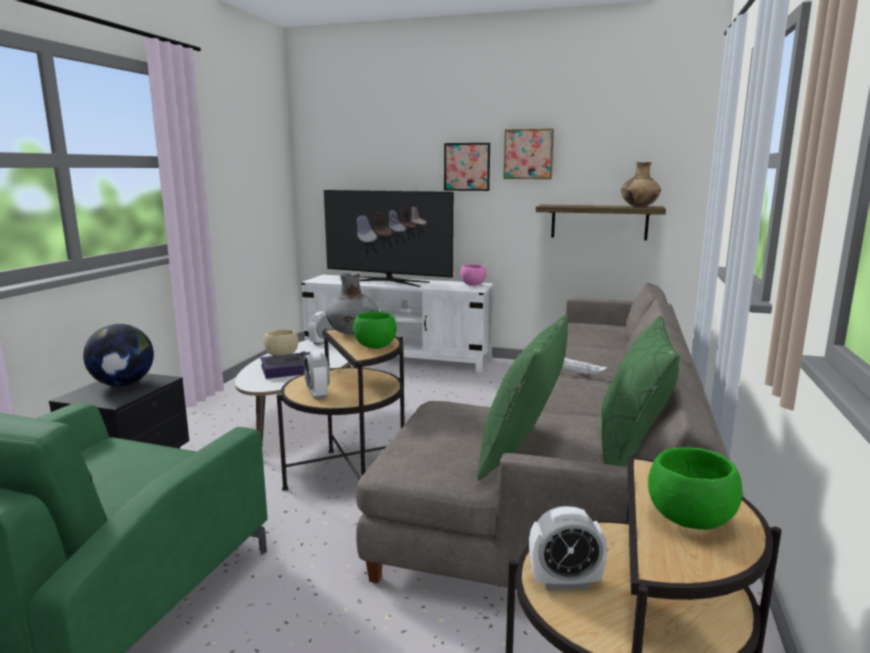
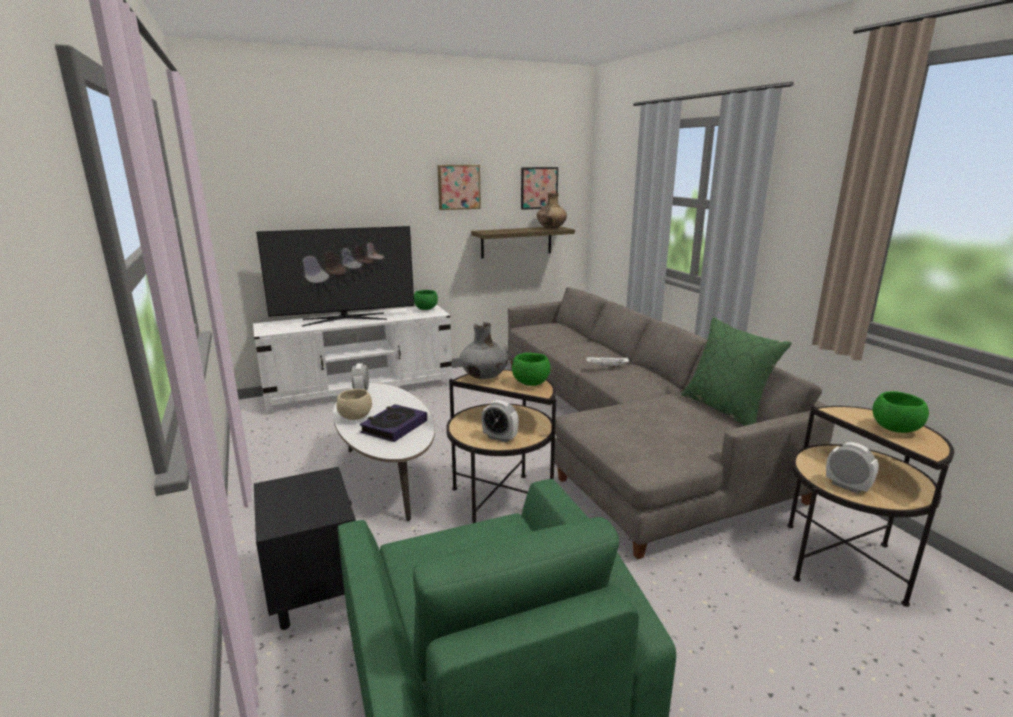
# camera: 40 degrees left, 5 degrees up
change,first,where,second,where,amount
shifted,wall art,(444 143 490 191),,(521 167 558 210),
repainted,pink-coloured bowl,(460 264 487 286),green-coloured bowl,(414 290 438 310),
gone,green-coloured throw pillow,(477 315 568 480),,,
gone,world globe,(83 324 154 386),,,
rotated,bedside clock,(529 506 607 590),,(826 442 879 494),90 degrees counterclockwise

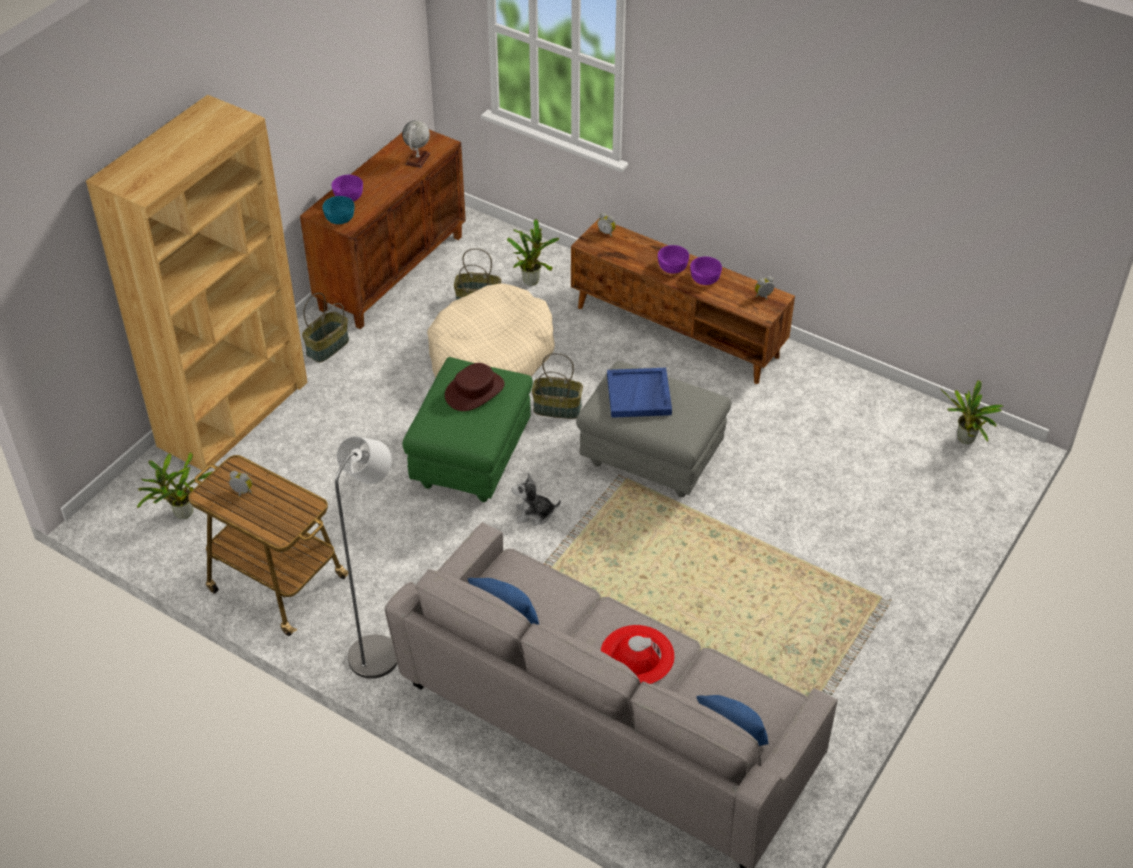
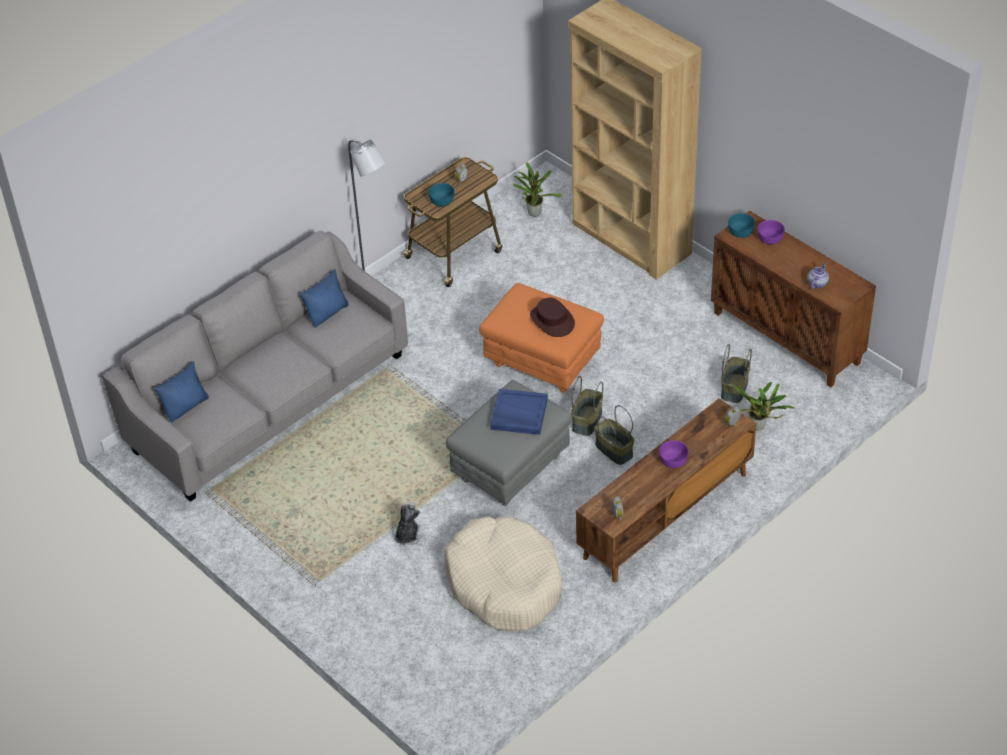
# camera: 105 degrees right, 0 degrees up
change,first,where,second,where,amount
swapped,world globe,(402 120 430 168),pot for tea,(808 262 829 289),
gone,purple-coloured bowl,(690 256 722 285),,,
shifted,beige-coloured dog cushion,(427 283 555 378),,(444 516 562 631),
shifted,storage basket,(302 293 349 362),,(594 405 634 465),
repainted,green-coloured pouffe,(403 357 533 502),orangey pouffe,(479 283 604 393),
gone,houseplant,(940 380 1004 444),,,
shifted,cuddly toy,(512 473 561 526),,(395 502 421 545),
gone,red clothing hat,(600 625 675 684),,,
new,,,blue-green bowl,(428 183 454 207),

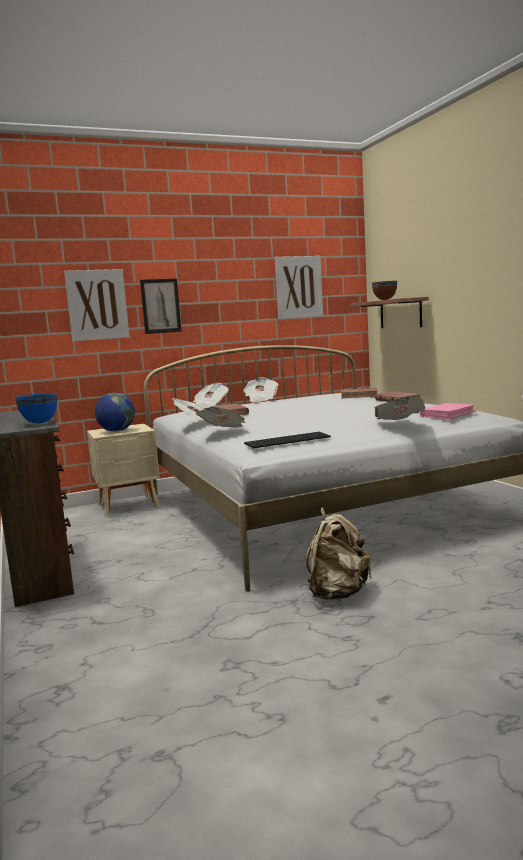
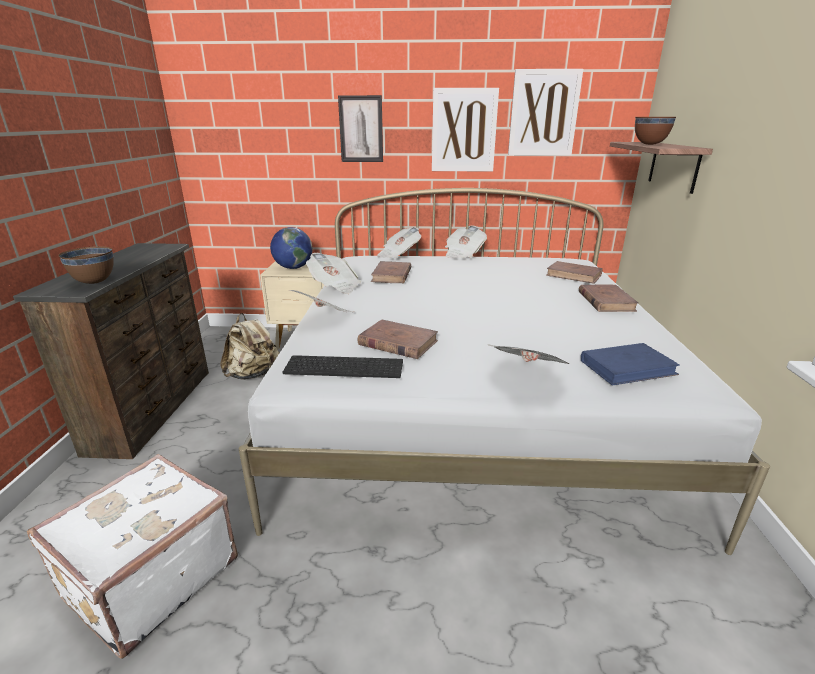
# camera: 25 degrees right, 15 degrees up
change,first,where,second,where,amount
shifted,wall art,(64 269 130 341),,(432 88 499 172),
repainted,blue-coloured bowl,(15 393 57 424),brown-coloured bowl,(58 246 114 284),
repainted,pink-coloured volume,(420 403 476 419),blue-coloured volume,(581 343 680 386),
shifted,beige-coloured backpack,(306 507 372 600),,(220 313 279 380),
new,,,brown-coloured volume,(358 320 438 359),
new,,,whitish travel case,(27 454 238 659),

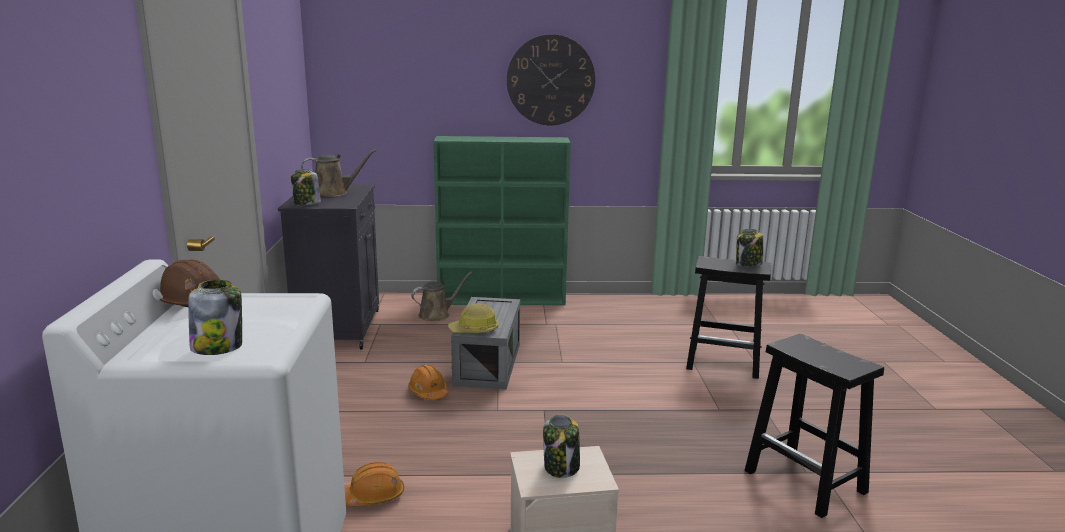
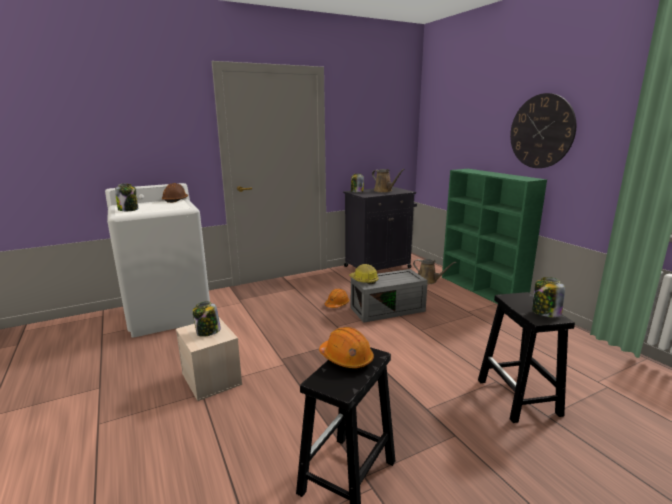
# camera: 65 degrees right, 0 degrees up
change,first,where,second,where,amount
shifted,orangey work helmet,(345 462 404 506),,(319 327 374 369),

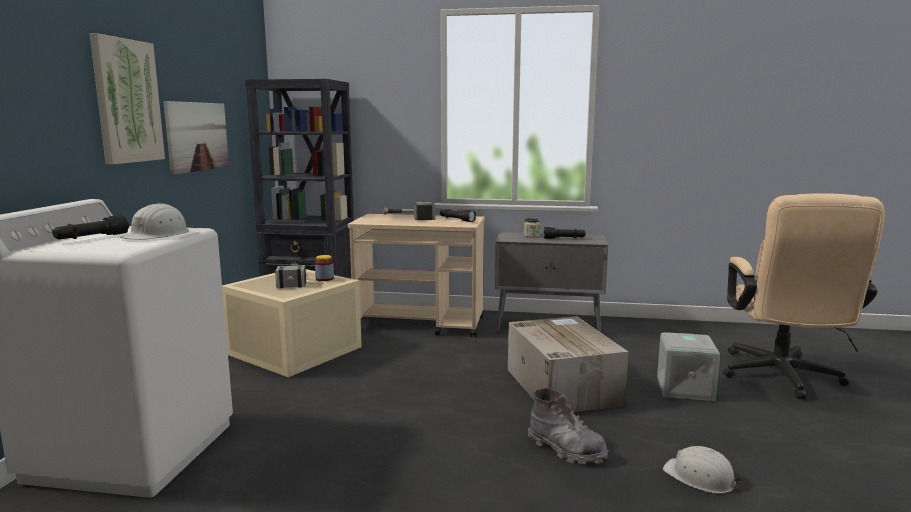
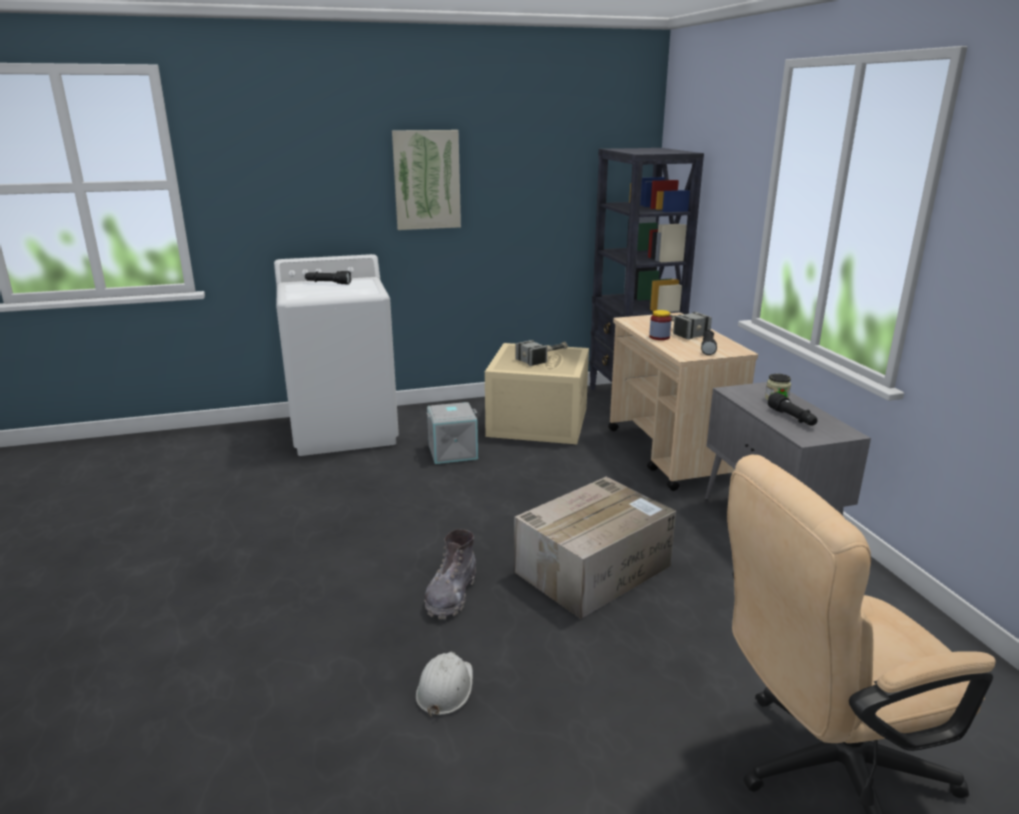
# camera: 65 degrees right, 10 degrees up
change,first,where,second,where,amount
gone,wall art,(163 101 229 175),,,
gone,whitish work helmet,(120 203 189 240),,,
shifted,storage jar,(315 255 334 281),,(649 310 672 340),
shifted,greyish storage container,(657 332 720 401),,(427 402 478 464),

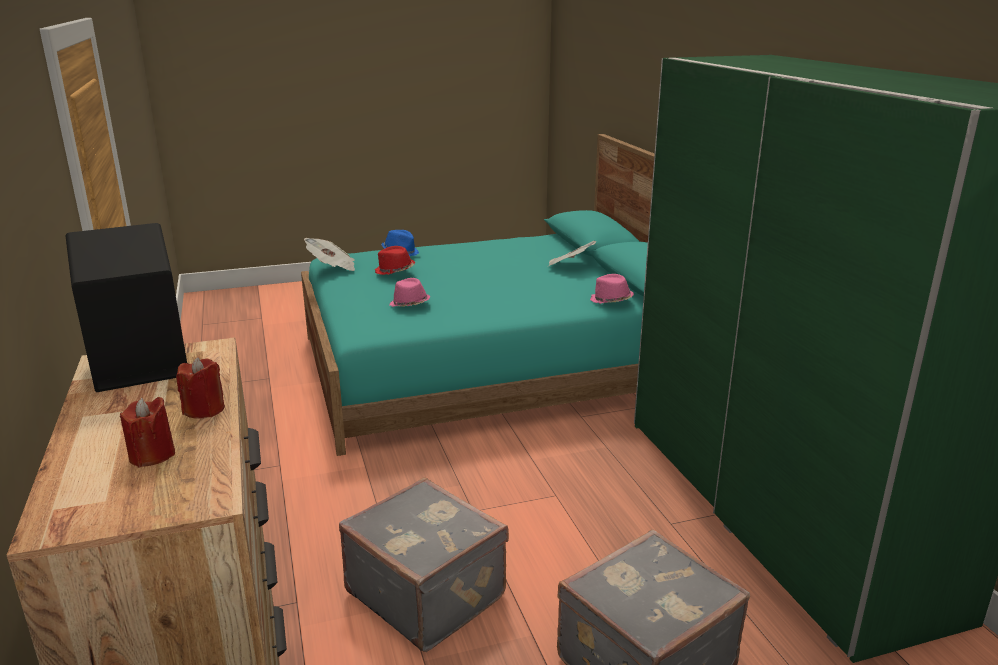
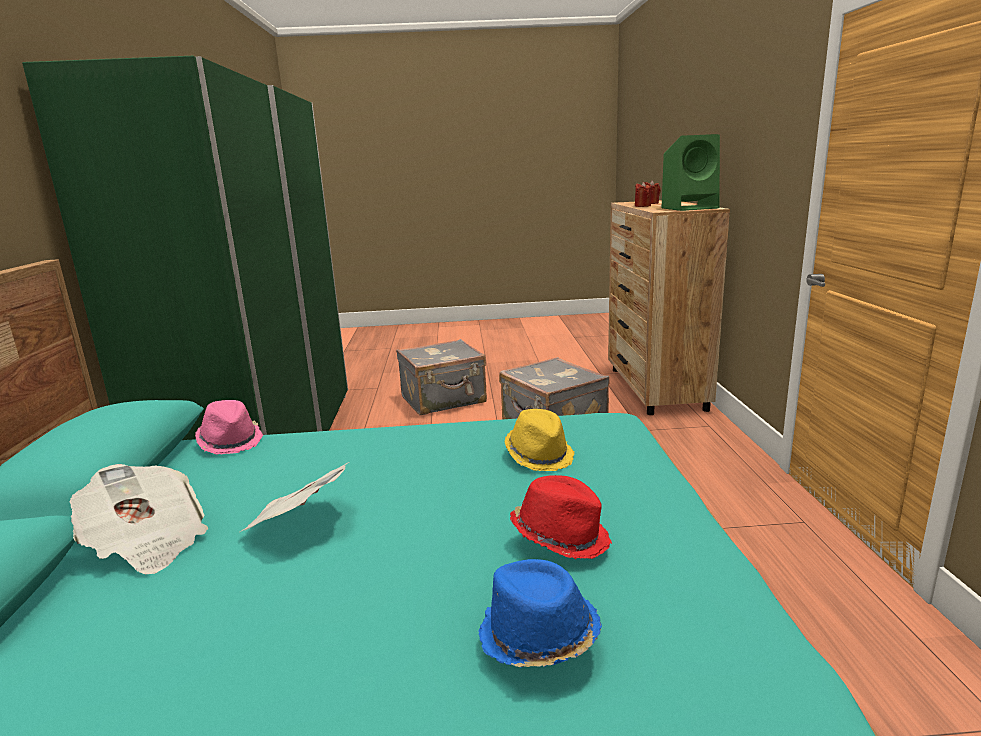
# camera: 165 degrees left, 5 degrees down
change,first,where,second,where,amount
repainted,black audio speaker,(66 223 187 392),green-coloured audio speaker,(662 134 720 211),
shifted,daily paper,(304 238 355 271),,(240 461 351 532),
repainted,pink-coloured clothing hat,(389 278 430 307),yellow-coloured clothing hat,(504 409 574 471),

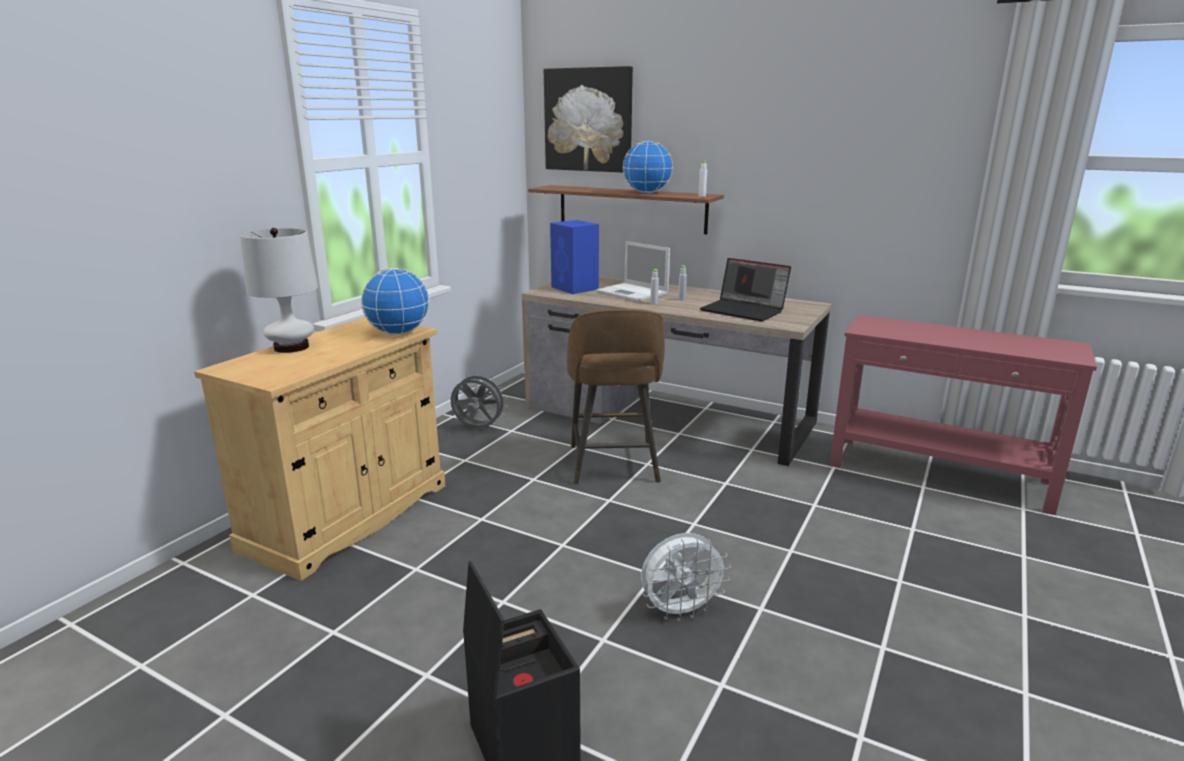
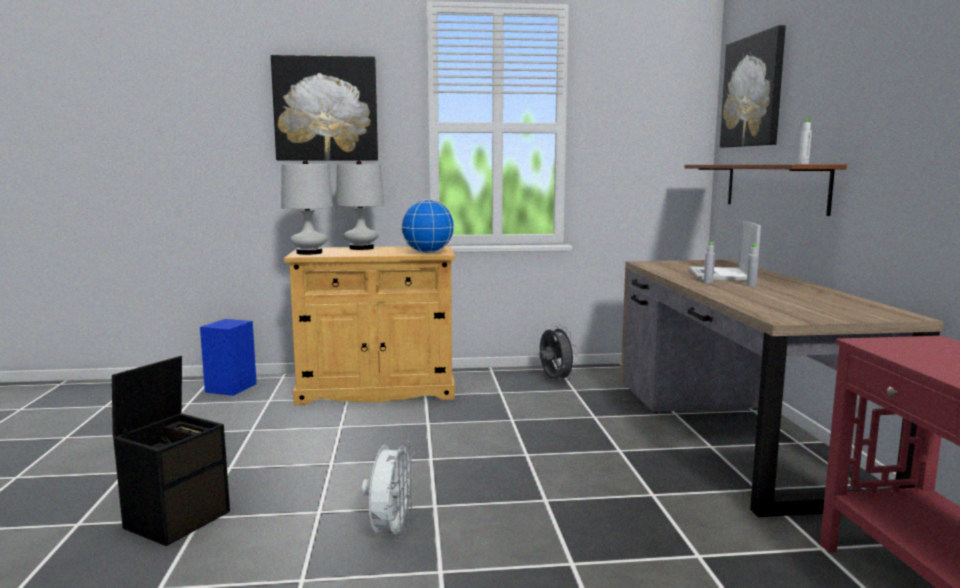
# camera: 55 degrees right, 10 degrees down
change,first,where,second,where,amount
gone,world globe,(623 141 673 193),,,
shifted,blue-coloured audio speaker,(550 220 599 294),,(200 319 257 396),
gone,notebook computer,(700 258 791 321),,,
gone,brown-coloured stool seat,(567 309 665 485),,,
rotated,whitish cooling fan,(641 533 731 621),,(361 440 416 541),120 degrees counterclockwise
new,,,wall art,(271 55 378 161),
new,,,whitish lamp for a table,(281 160 333 255),

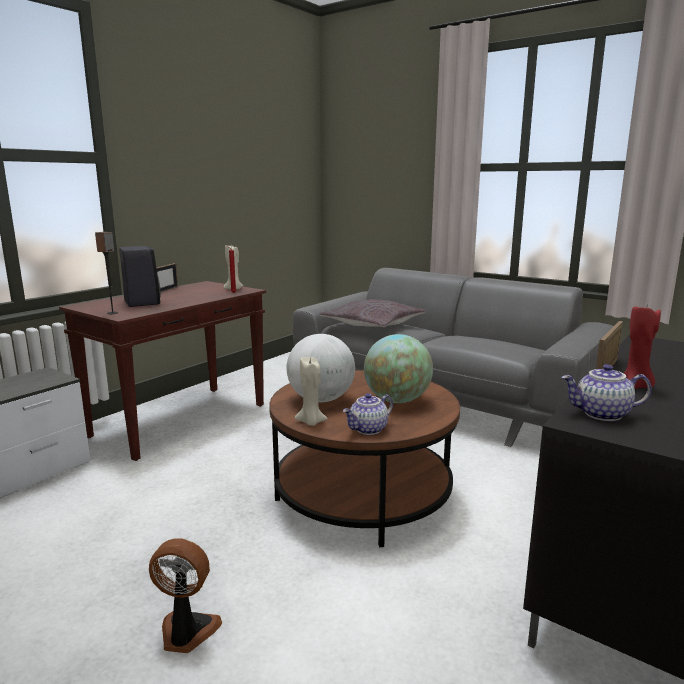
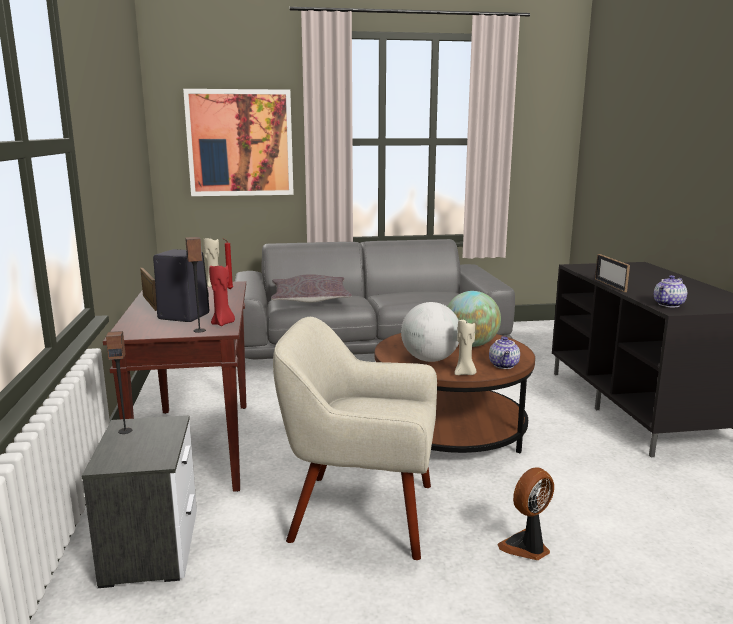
# camera: 45 degrees left, 0 degrees up
change,first,where,second,where,amount
shifted,red wax candle,(624 303 661 389),,(209 262 235 326),
new,,,wall art,(183 89 294 196),
new,,,beige-coloured lounge chair,(273 317 437 560),
new,,,audio speaker,(106 331 132 434),

